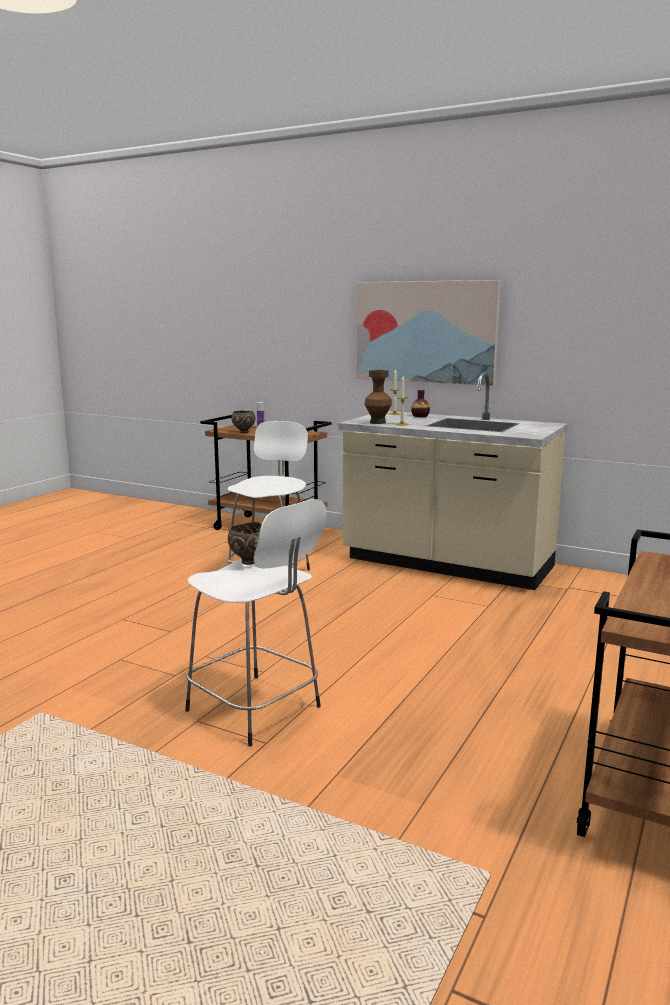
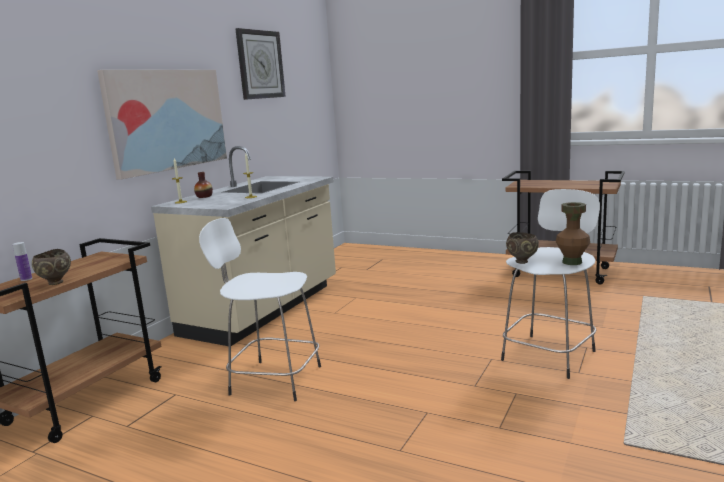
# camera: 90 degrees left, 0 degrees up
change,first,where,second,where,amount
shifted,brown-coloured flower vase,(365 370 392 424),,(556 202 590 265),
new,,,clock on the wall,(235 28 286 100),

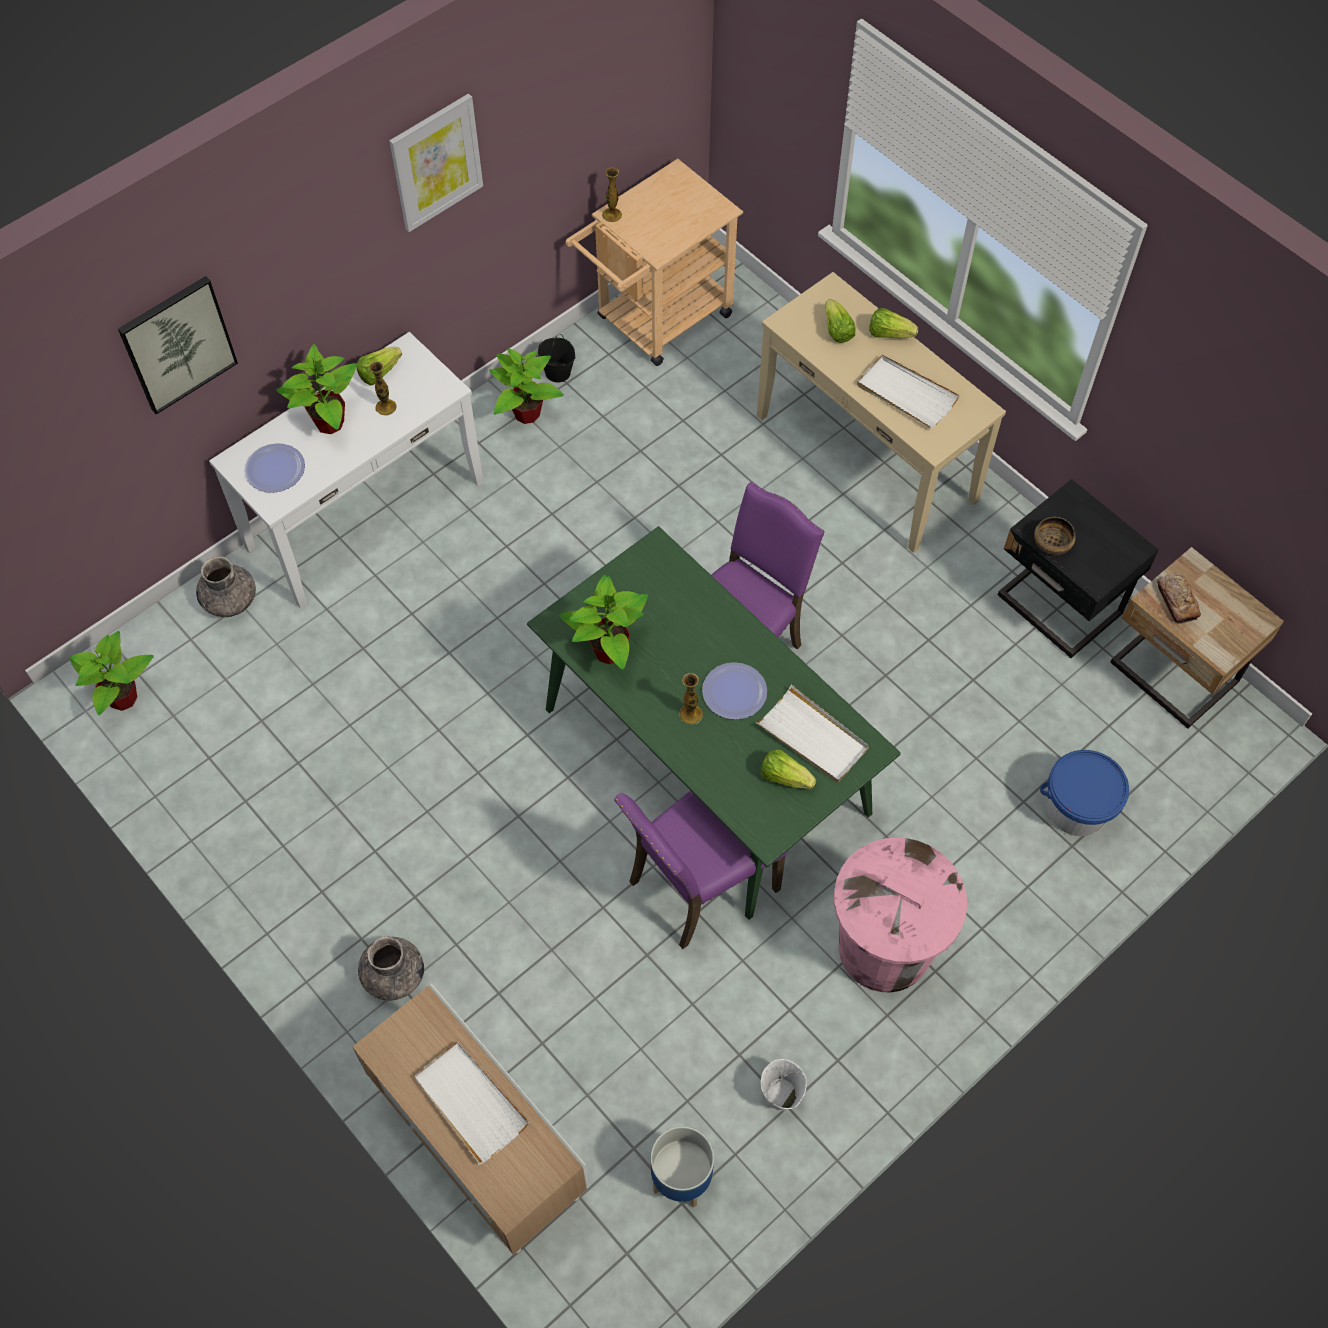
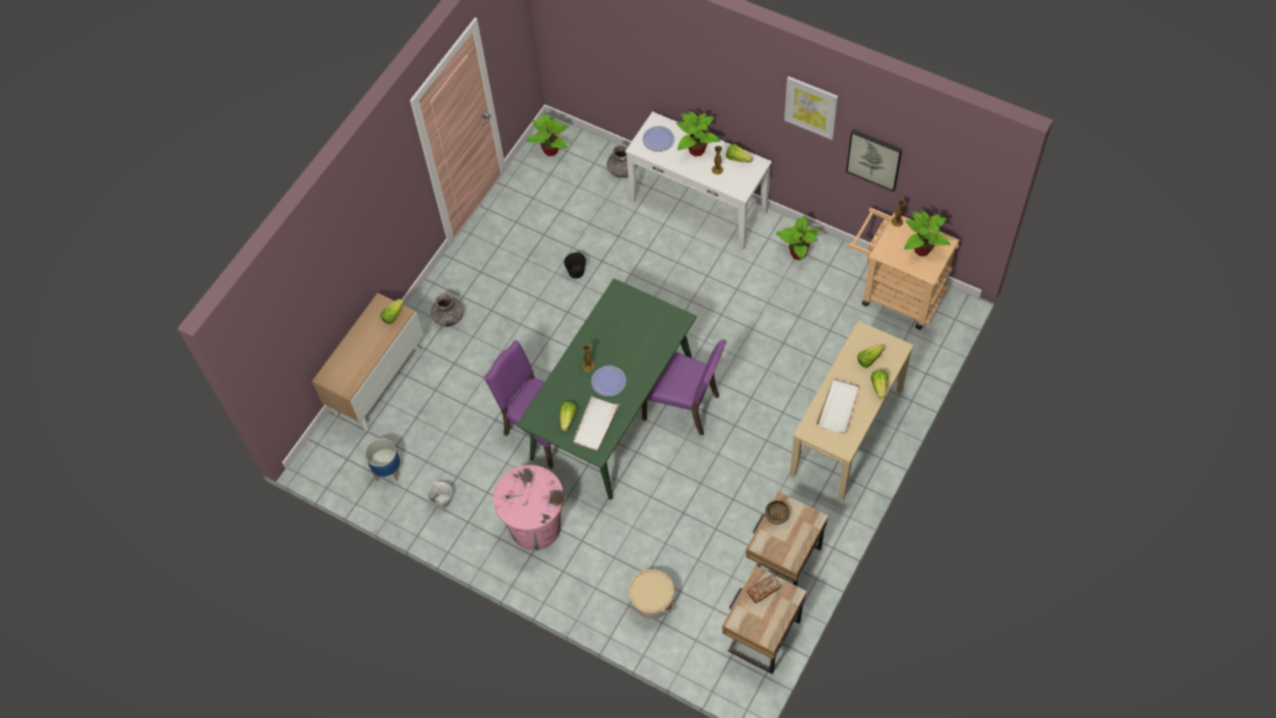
# camera: 75 degrees right, 0 degrees up
change,first,where,second,where,amount
shifted,wall art,(118 276 238 414),,(846 129 902 192),
shifted,black water bucket,(538 334 575 383),,(564 252 586 279),
repainted,black bedside table,(998 479 1159 658),beige-coloured bedside table,(746 492 828 586),
shifted,houseplant,(559 575 648 670),,(904 210 950 256),
repainted,blue-coloured water bucket,(1040 750 1129 836),beige-coloured water bucket,(628 569 675 619),
gone,whitish serving tray,(414 1042 530 1165),,,
new,,,lettuce head,(380 299 404 324),

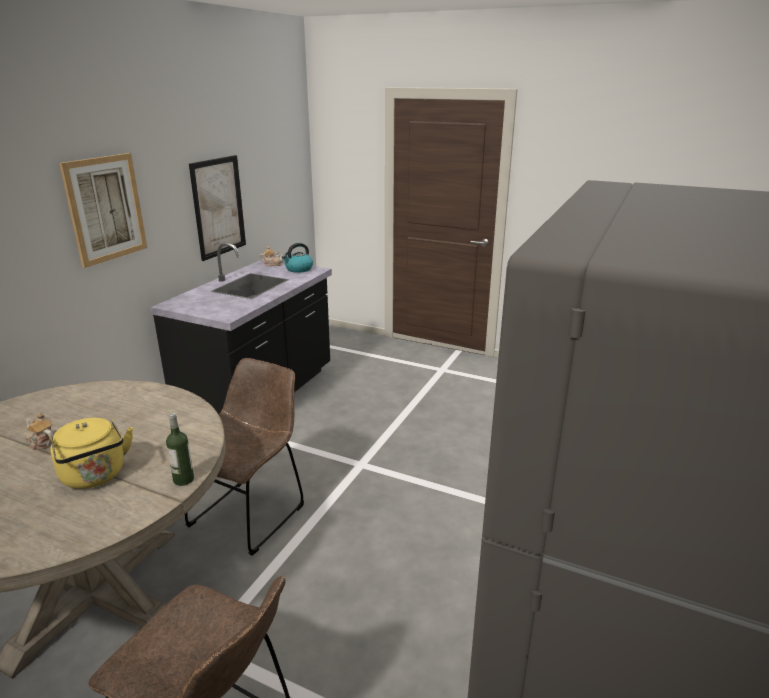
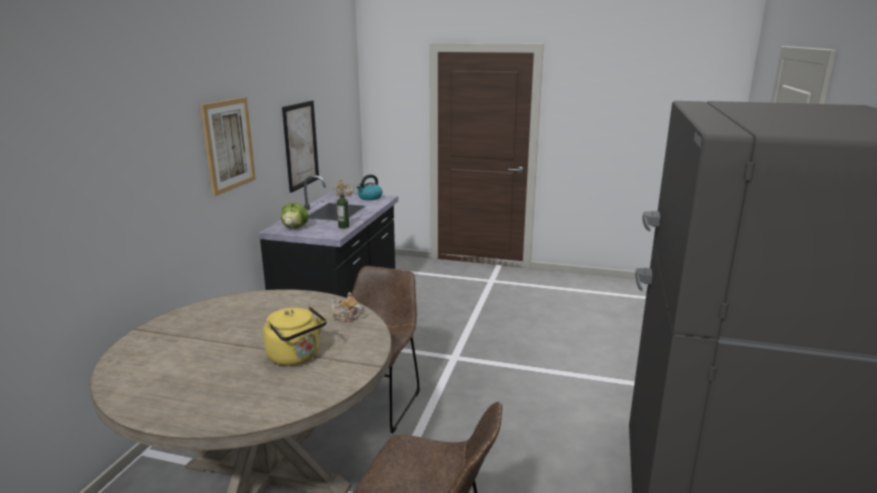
# camera: 10 degrees left, 5 degrees down
change,first,where,second,where,amount
shifted,pot for tea,(25 413 54 450),,(330 292 362 323),
shifted,bottle,(166 413 194 486),,(337 186 349 229),
new,,,lettuce head,(281 203 309 228),

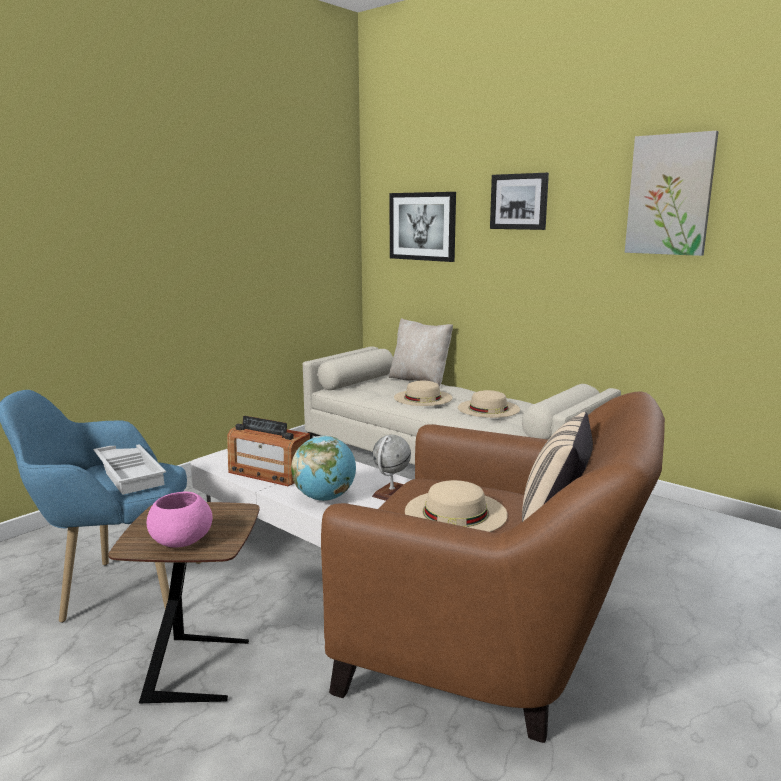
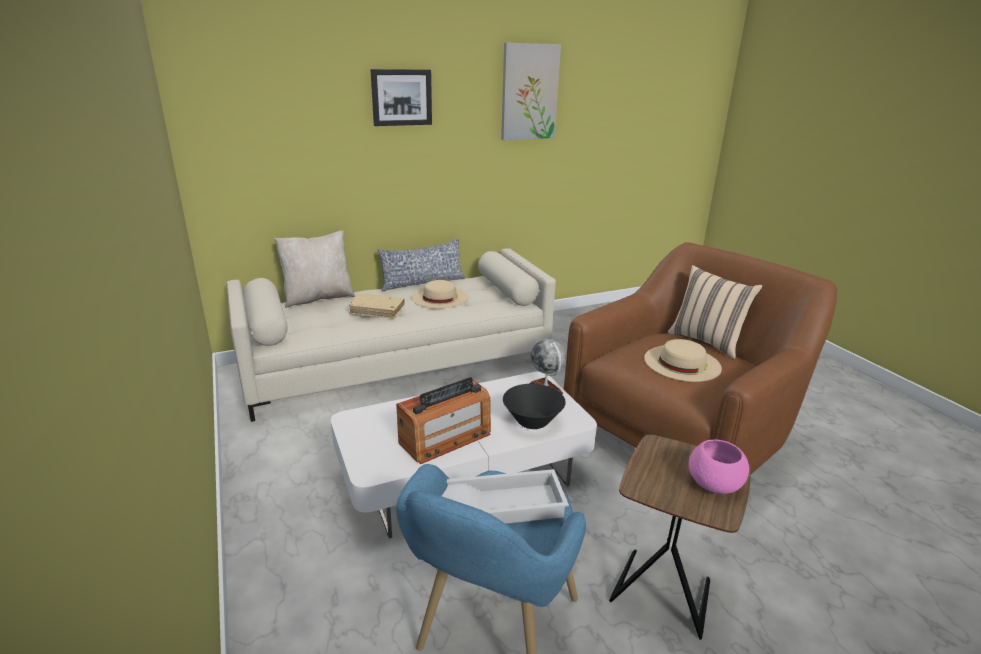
# camera: 65 degrees left, 10 degrees up
change,first,where,second,where,amount
gone,wall art,(390 192 456 262),,,
swapped,beige-coloured clothing hat,(394 381 453 406),beige-coloured volume,(349 293 405 319),
swapped,world globe,(291 436 356 501),black bowl,(503 384 566 429),
new,,,throw pillow,(378 239 465 291),

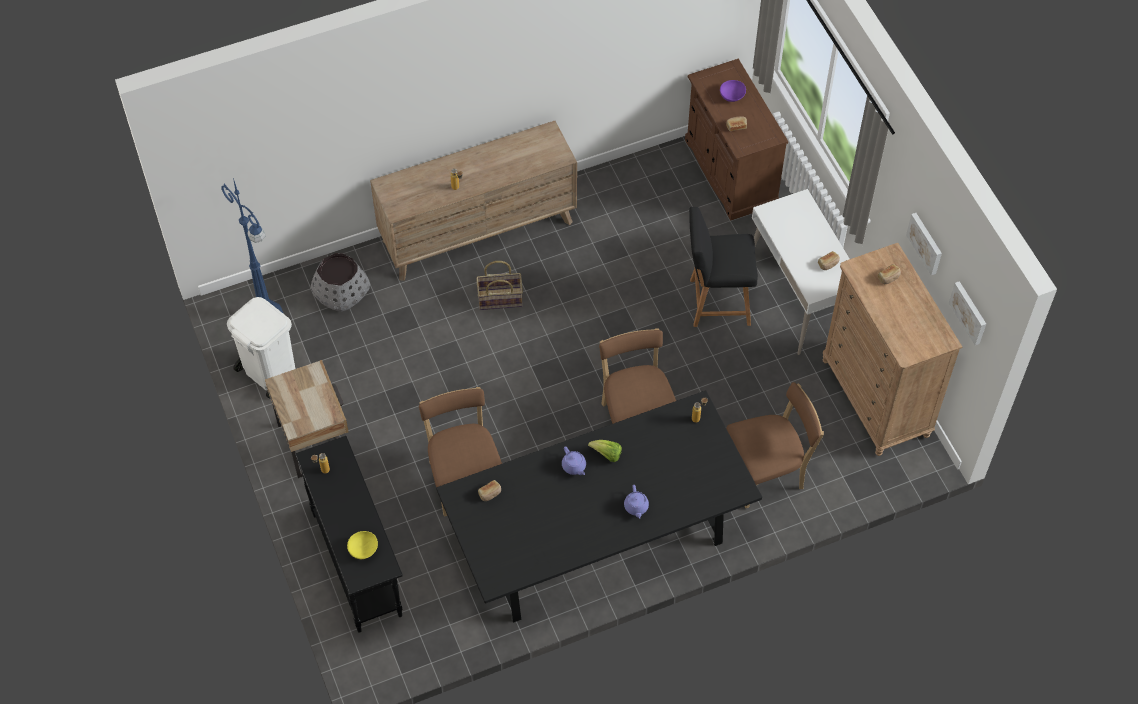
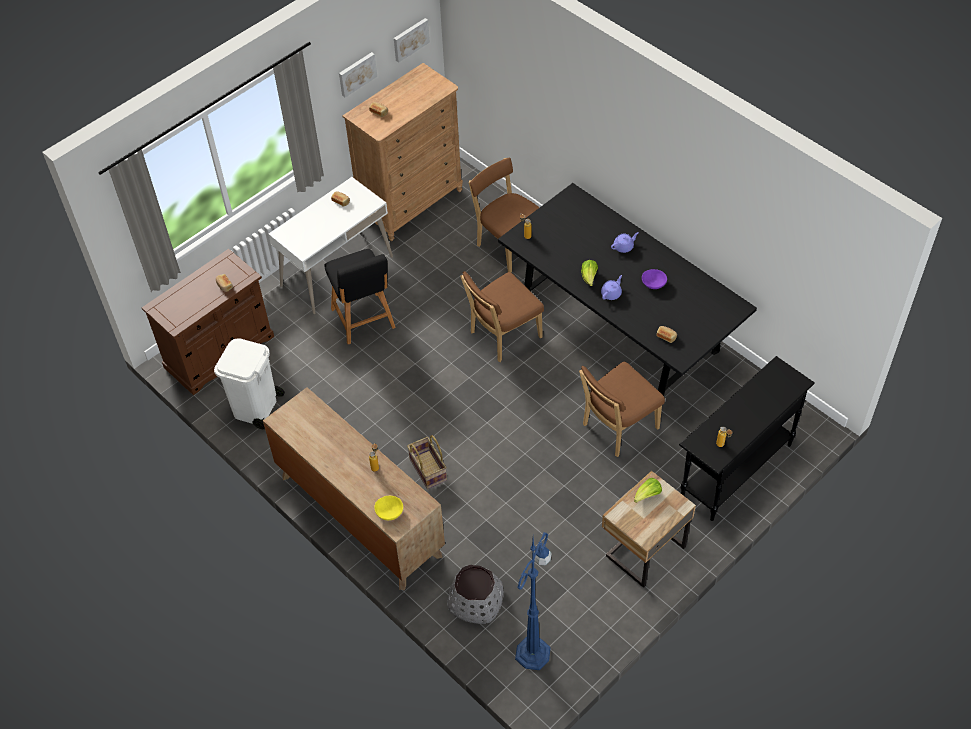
# camera: 110 degrees left, 5 degrees down
change,first,where,second,where,amount
shifted,purple-coloured bowl,(720 80 746 102),,(642 269 667 289),
shifted,whitish trash can,(227 297 295 398),,(214 338 285 429),
shifted,yellow-coloured bowl,(347 531 378 559),,(374 496 403 520),
new,,,lettuce head,(634 478 662 503),

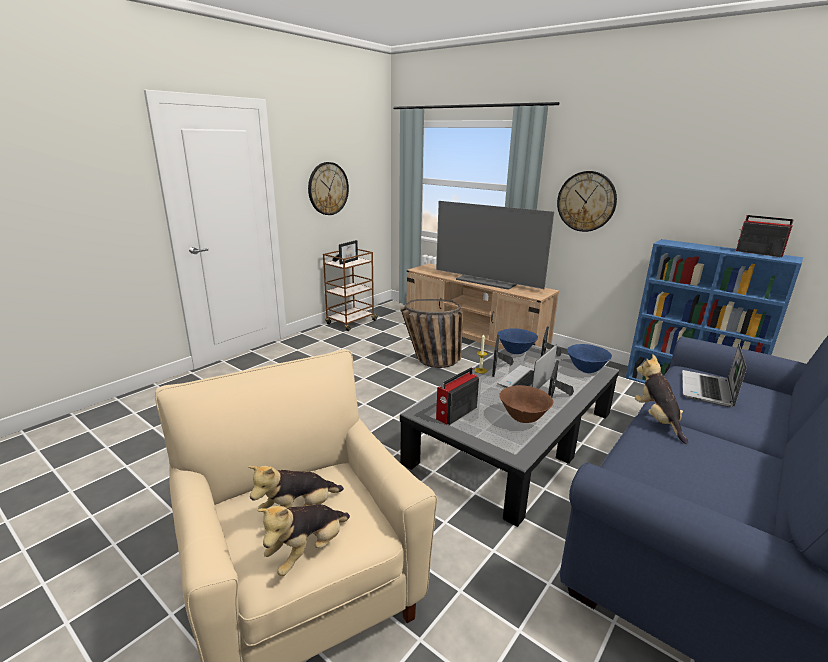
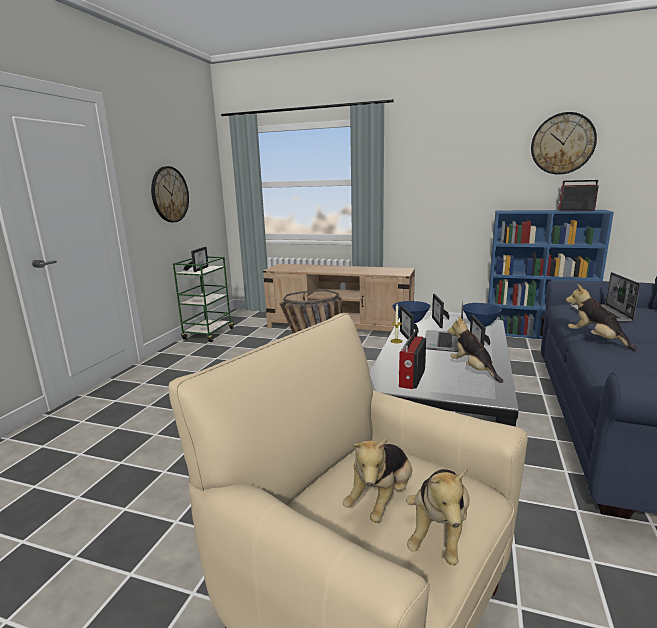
# camera: 20 degrees left, 5 degrees down
change,first,where,second,where,amount
shifted,clock on the wall,(557 171 617 232),,(531 112 597 175),
gone,TV,(436 201 554 290),,,
repainted,brown-coloured trolley,(323 249 378 331),green-coloured trolley,(173 256 235 342),
swapped,brown-coloured bowl,(499 385 553 423),cuddly toy,(448 316 503 383),

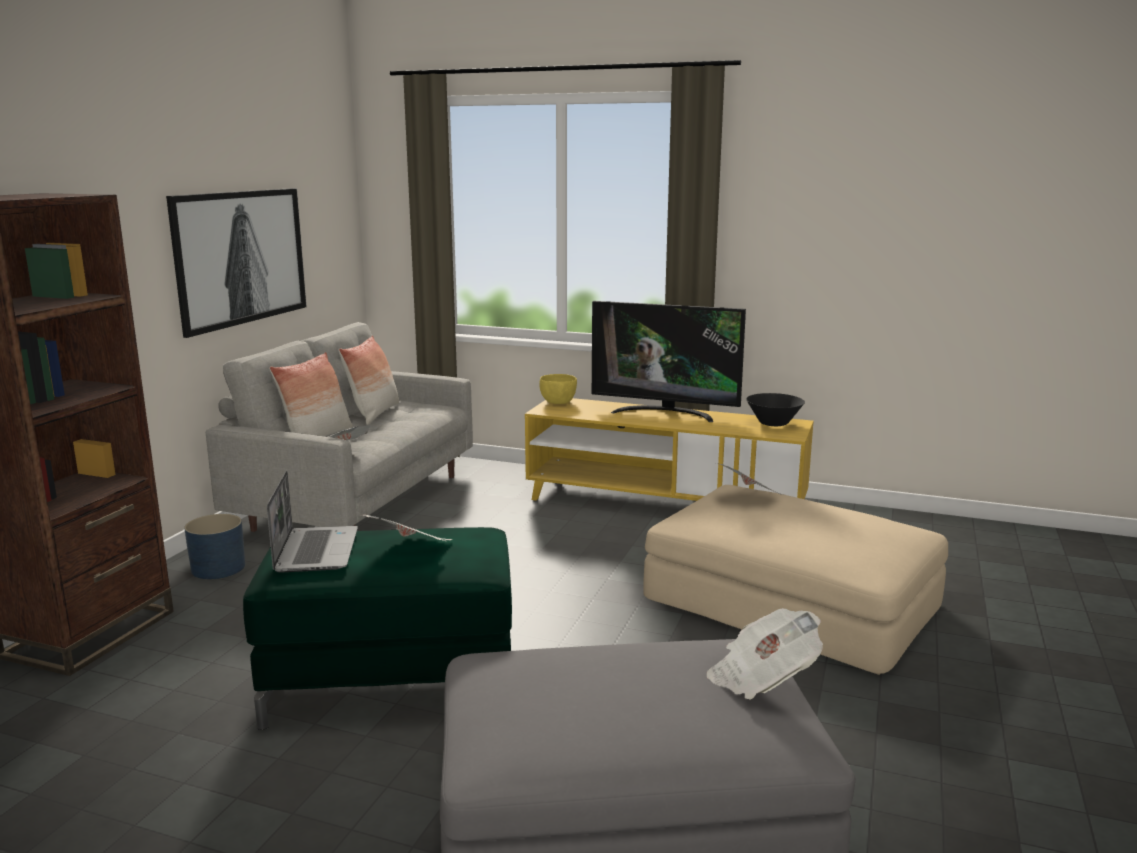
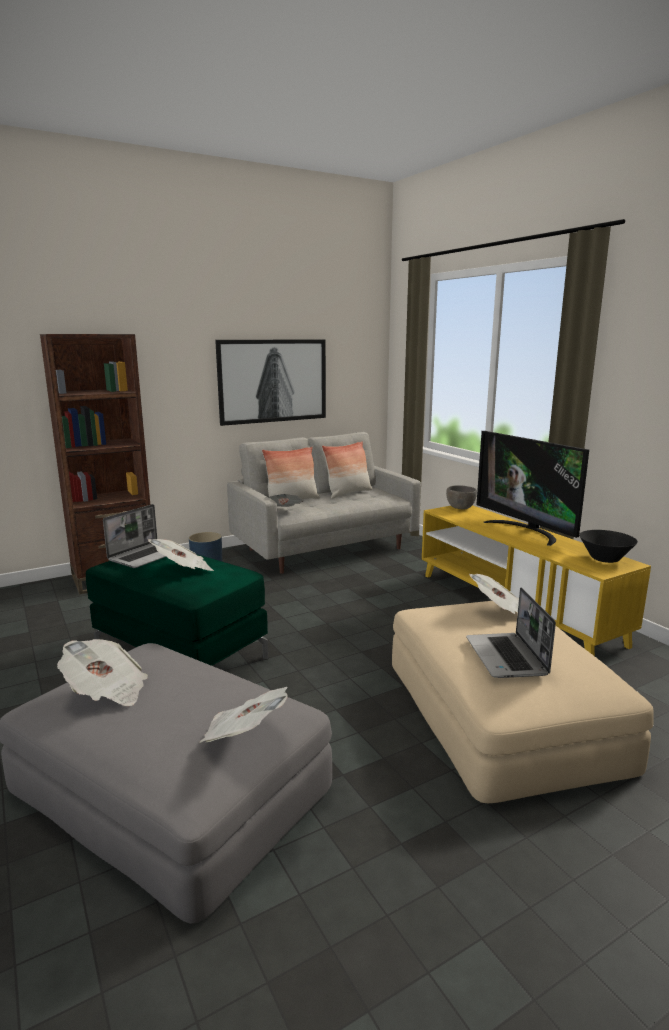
# camera: 40 degrees right, 0 degrees up
change,first,where,second,where,amount
repainted,yellow-coloured bowl,(539 374 577 404),greyish bowl,(446 485 477 510),
new,,,notebook computer,(466 587 556 678),
new,,,daily paper,(57 639 148 706),

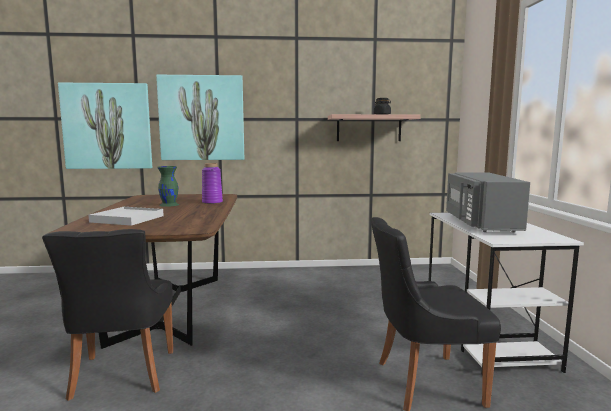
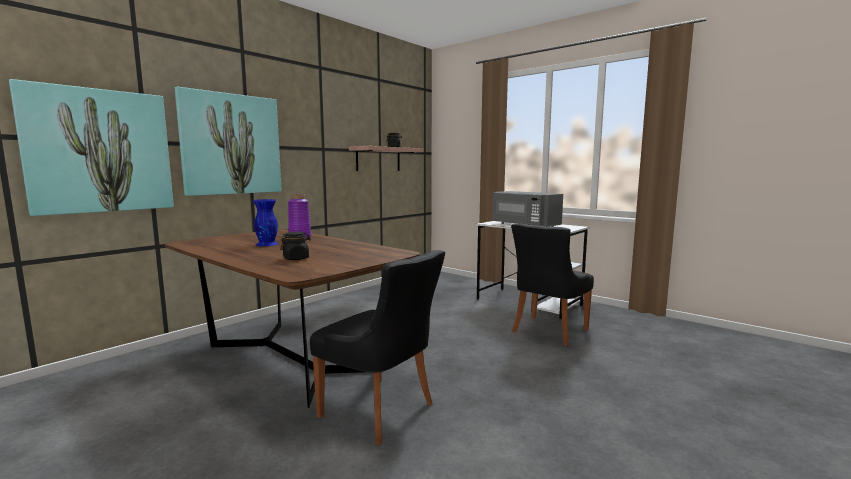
# camera: 45 degrees left, 0 degrees up
change,first,where,second,where,amount
repainted,green-coloured flower vase,(157 166 179 207),blue-coloured flower vase,(253 199 279 246),
swapped,whitish serving tray,(88 207 164 226),black storage jar,(280 232 311 260),

